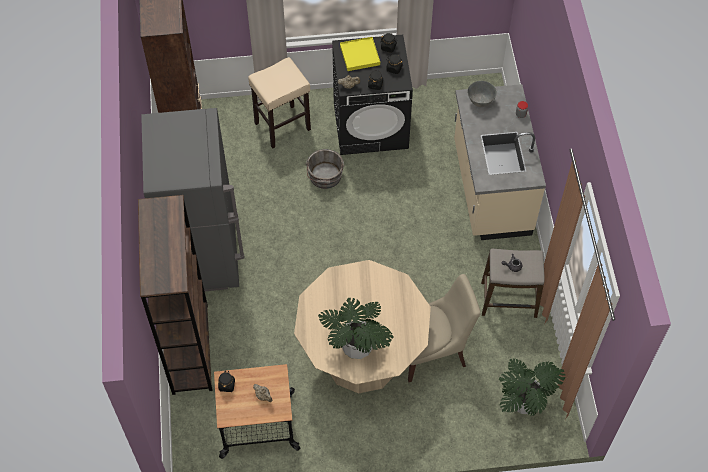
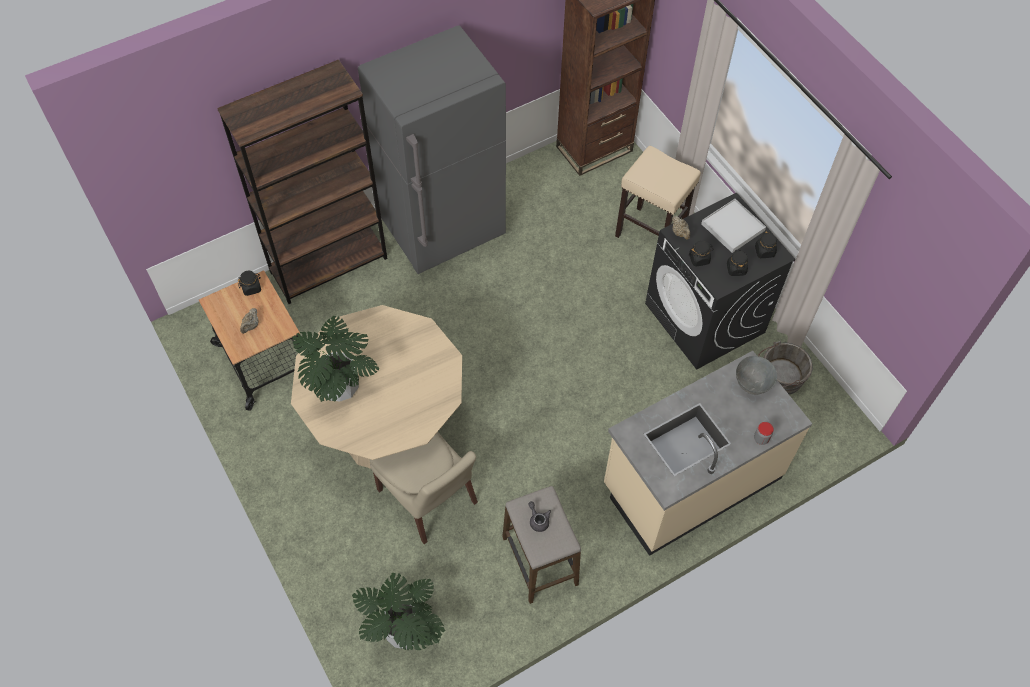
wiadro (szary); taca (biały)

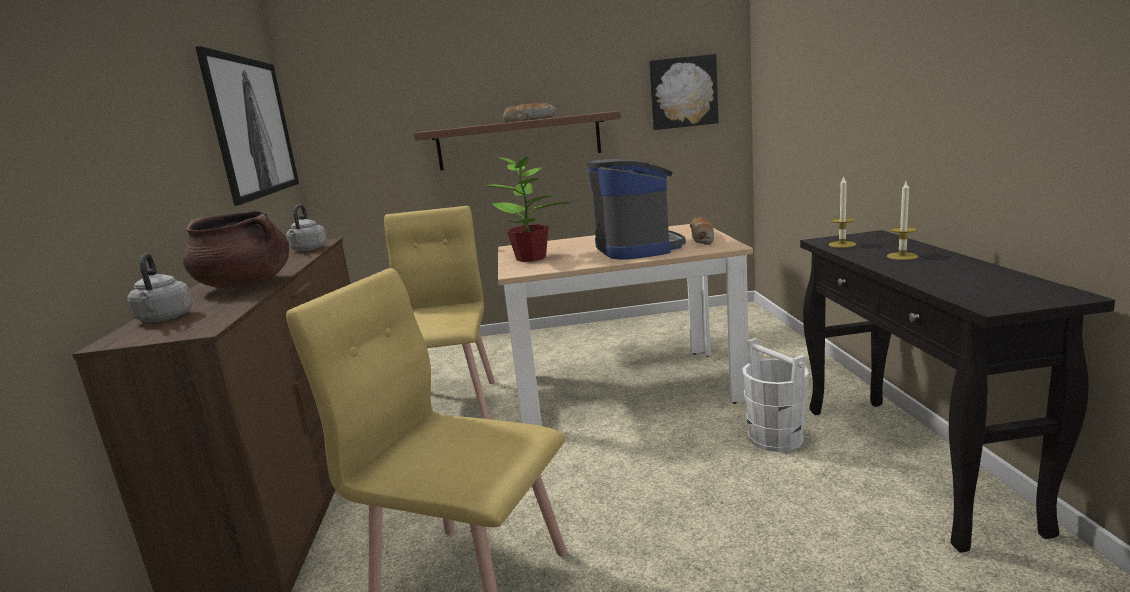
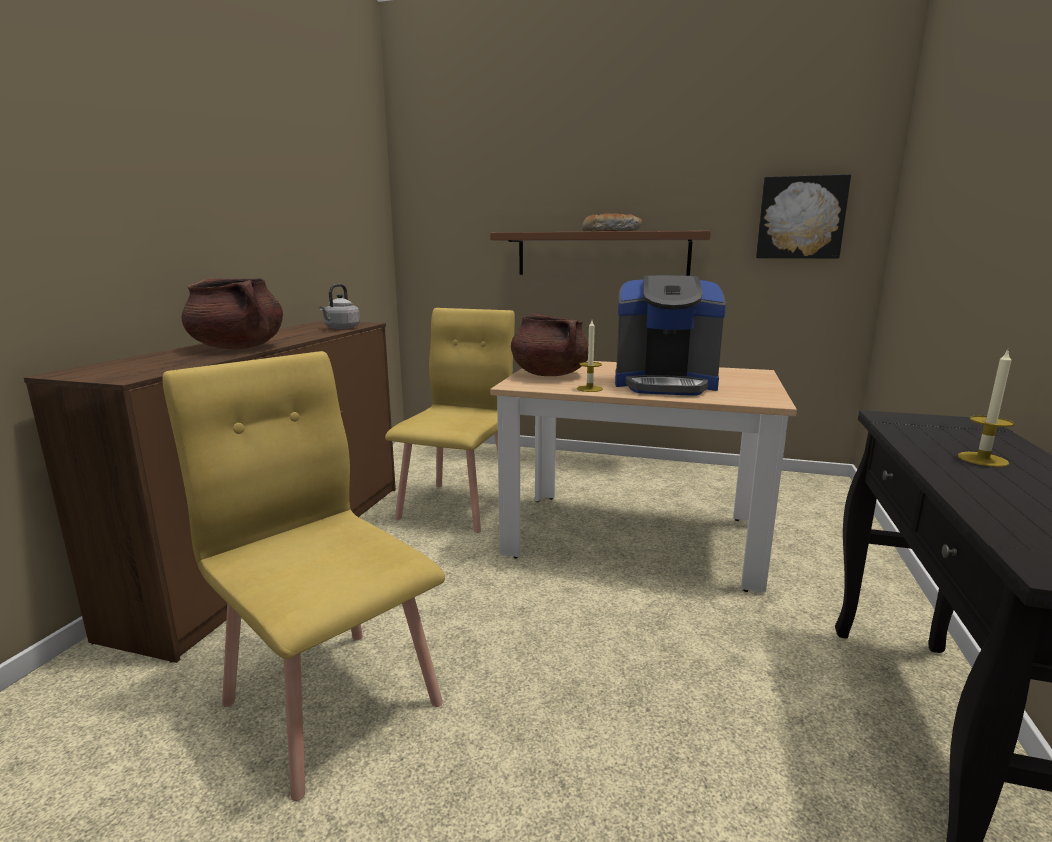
czajnik (szary) (no. 1 from left in the first image); obraz (no. 1 from left in the first image); garnek (brązowy) (no. 2 from left); ekspres do kawy; chleb (no. 2 from left in the first image); wiadro (biały); świeca (no. 1 from left)

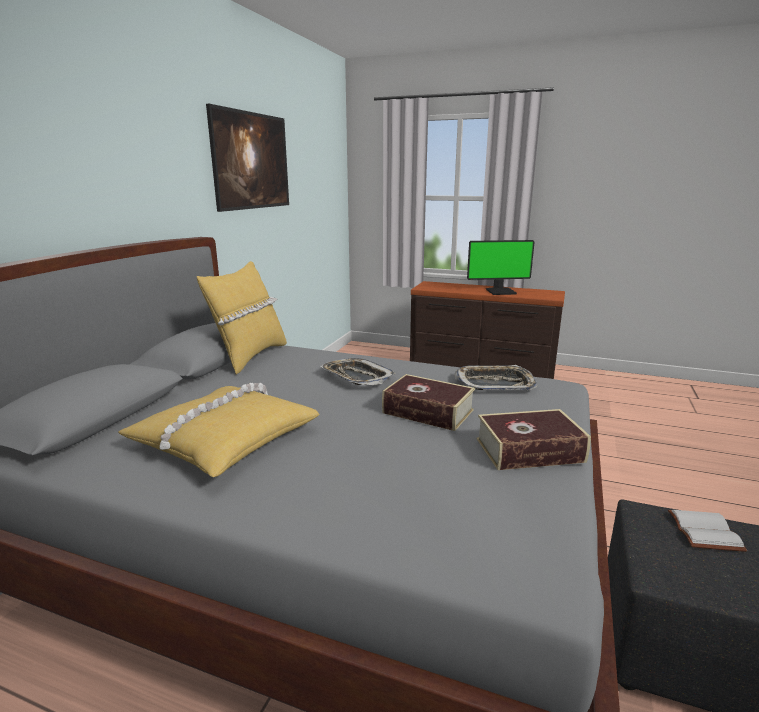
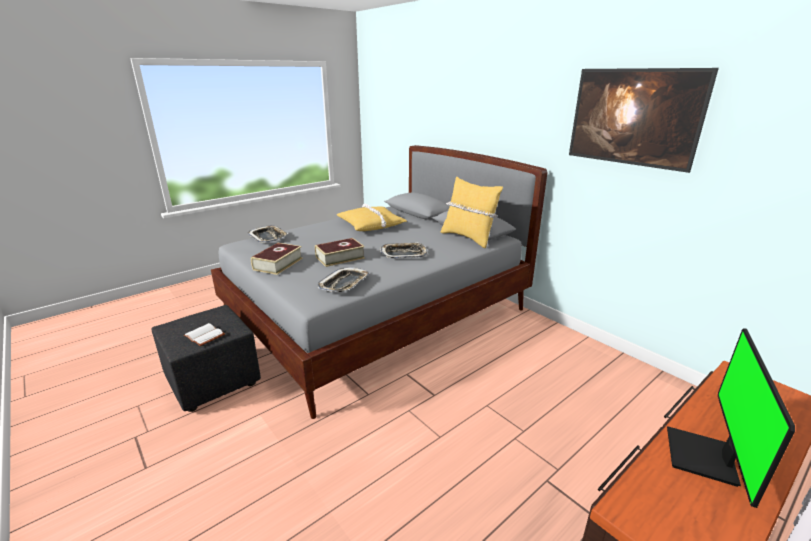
taca (no. 1 from left)

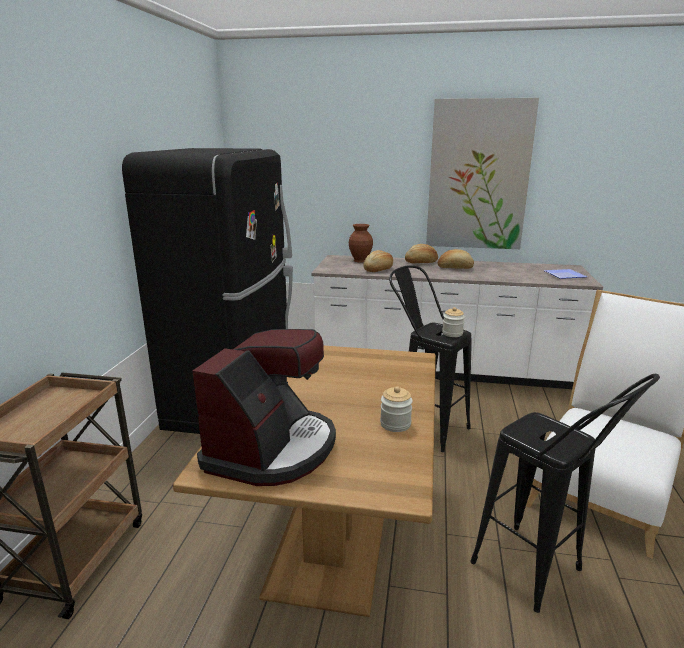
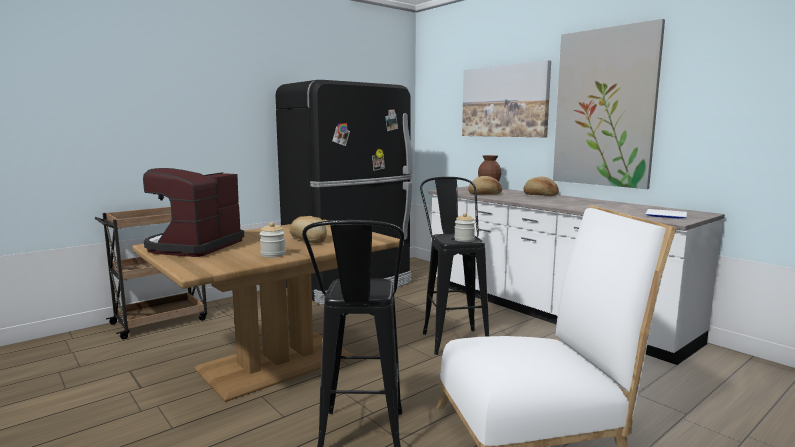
ekspres do kawy; chleb (no. 1 from left); obraz (no. 1 from left)

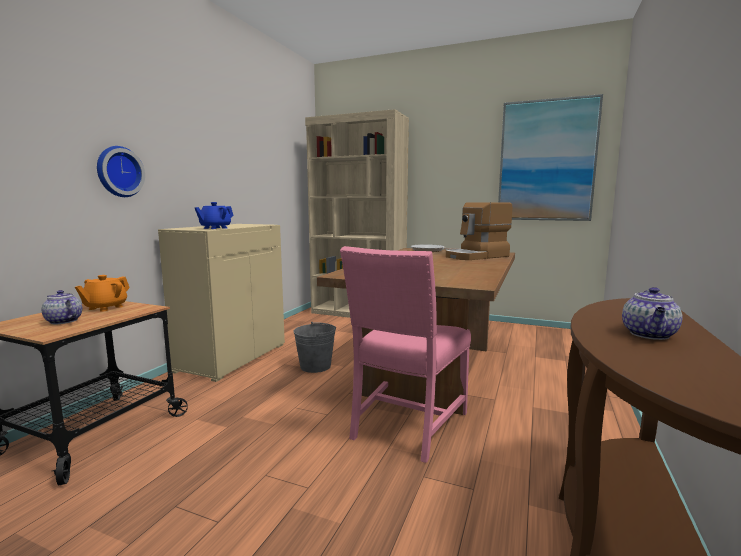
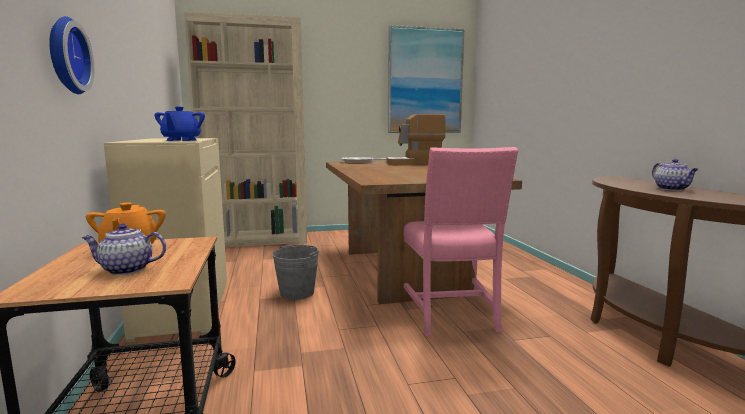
ekspres do kawy

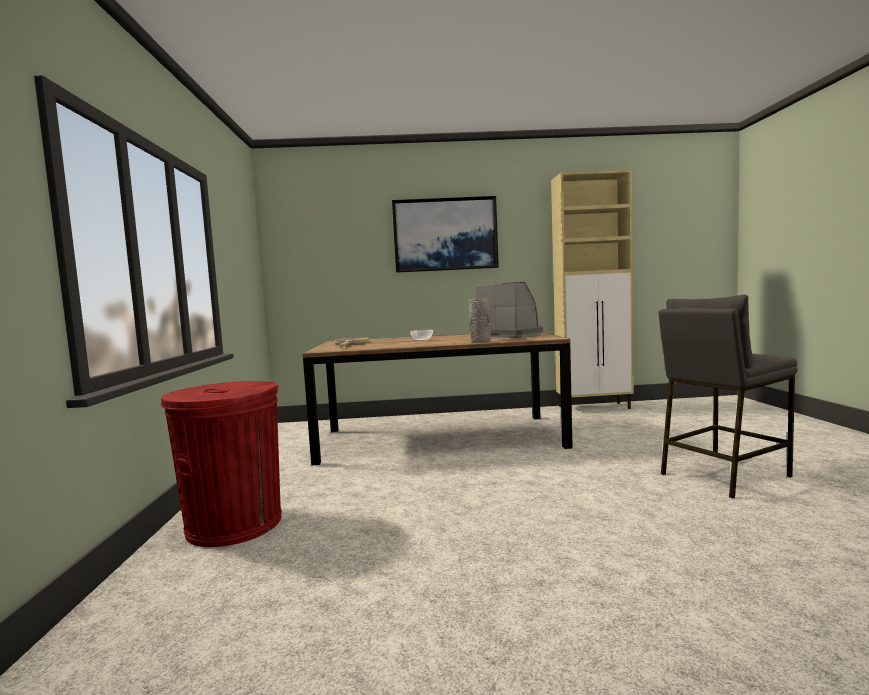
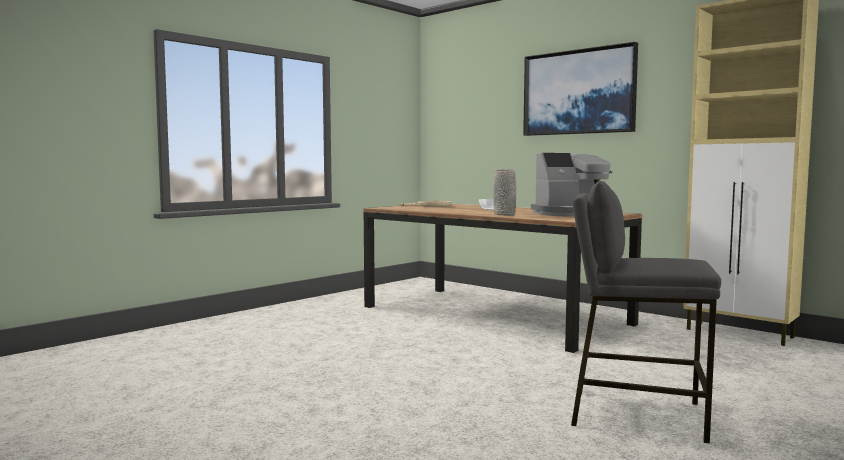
kosz na śmieci (czerwony); ekspres do kawy

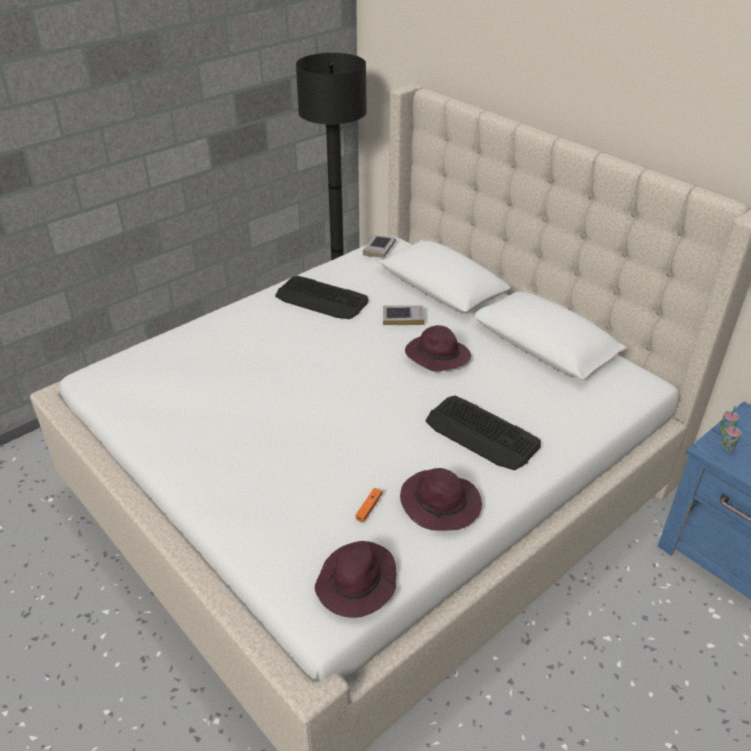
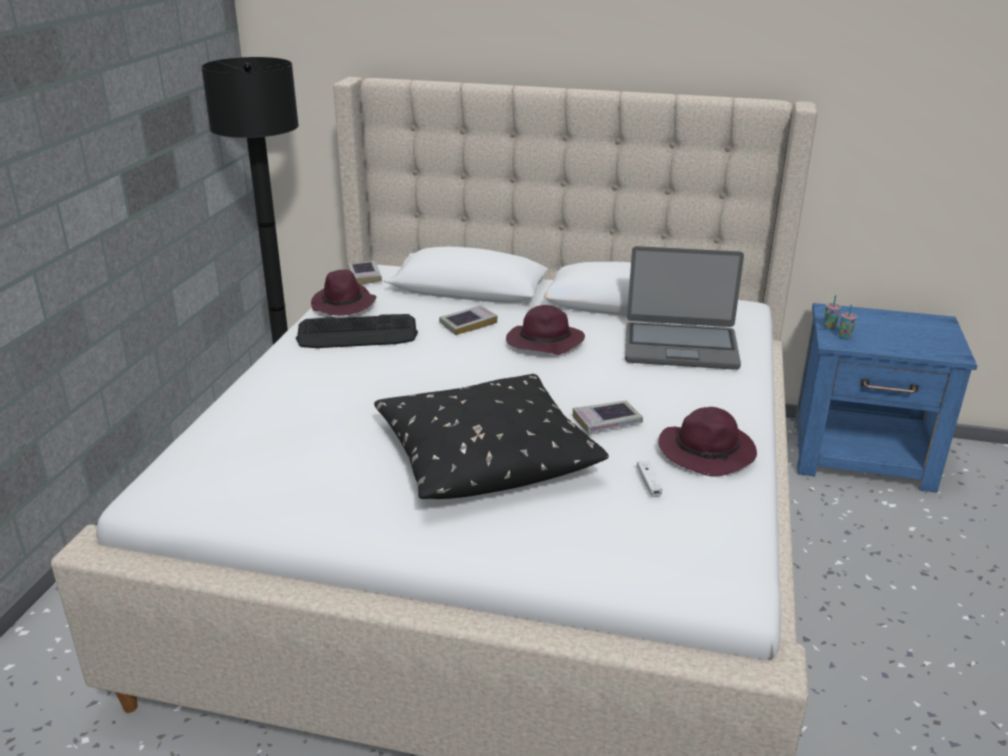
kapelusz (fioletowy) (no. 1 from left); pad do gier (biały); klawiatura (no. 2 from left in the first image); poduszka (czarny); książka (no. 3 from left); laptop

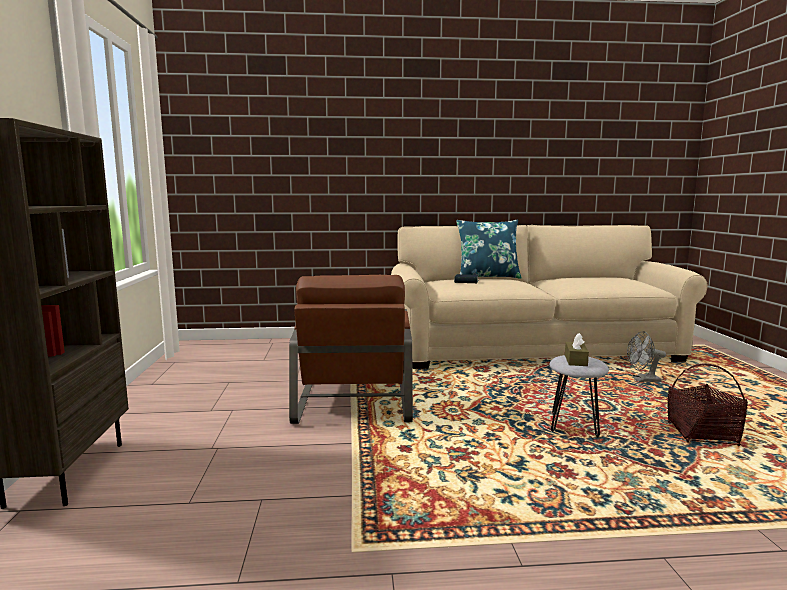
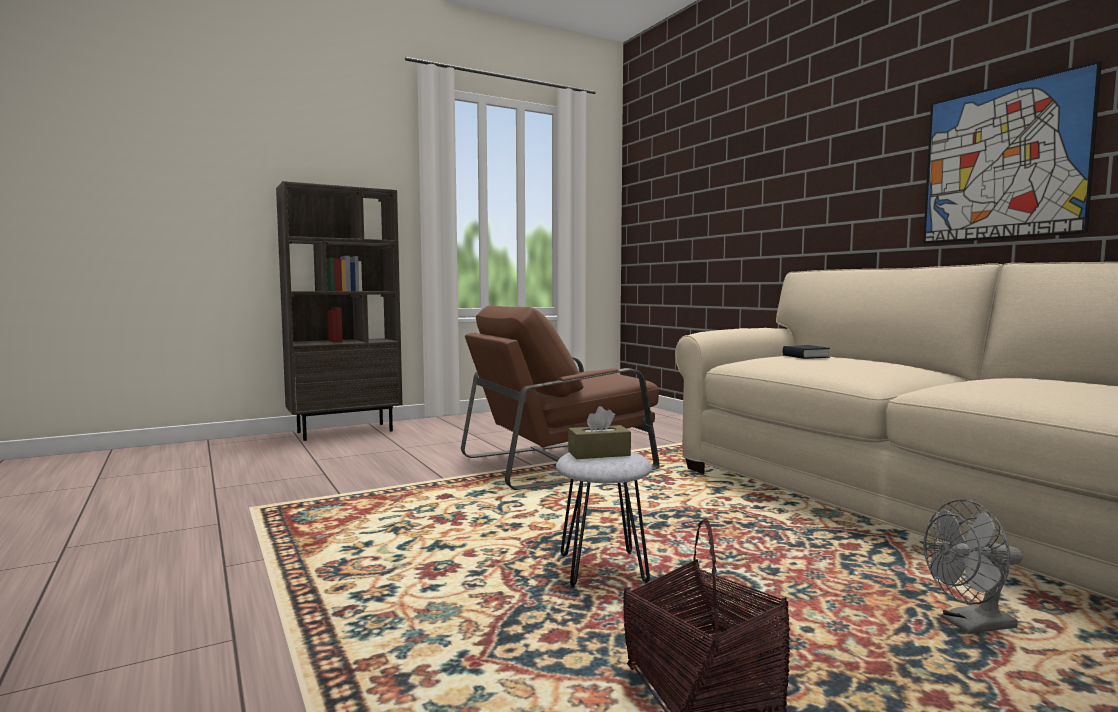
poduszka (niebieski); wentylator (szary); obraz

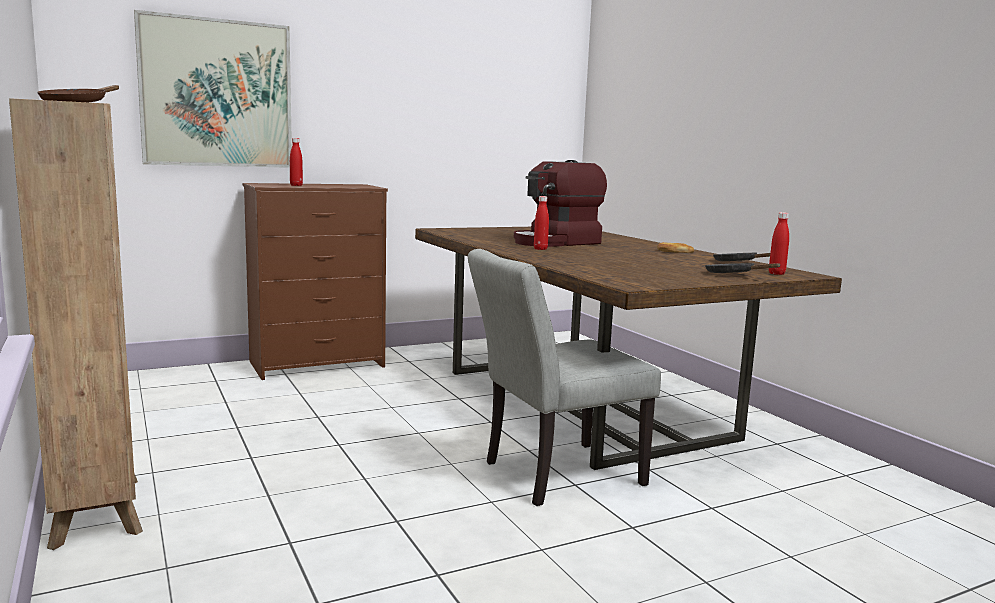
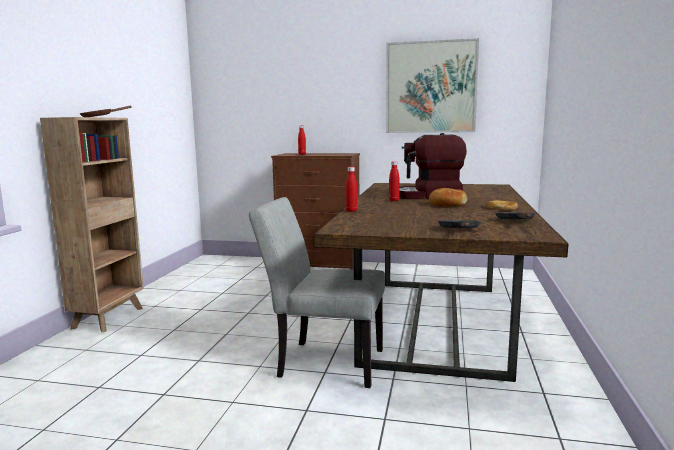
obraz; butelka (czerwony) (no. 2 from left); chleb (no. 1 from left)

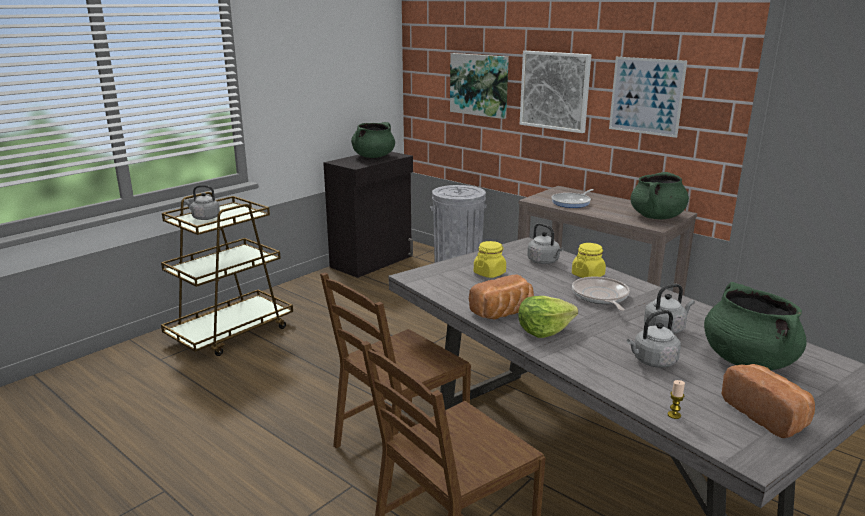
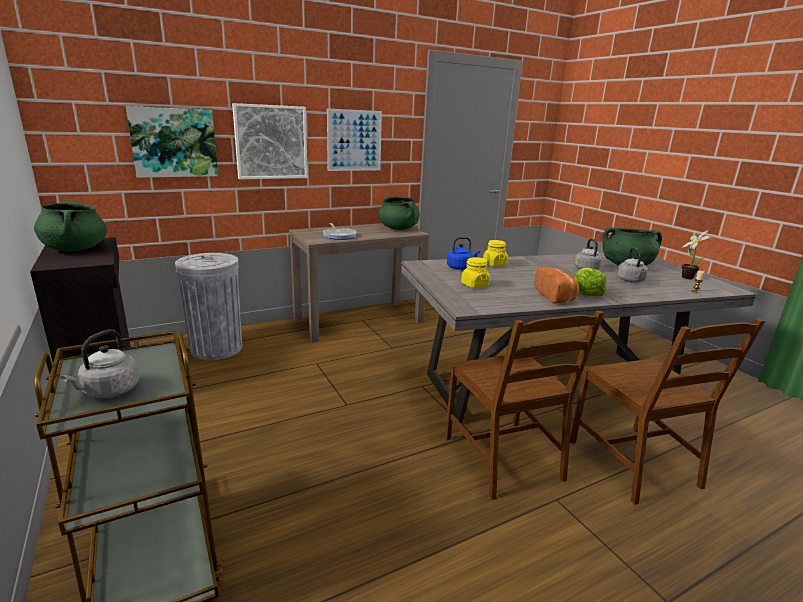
czajnik (niebieski); patelnia (no. 2 from left in the first image); roślina doniczkowa

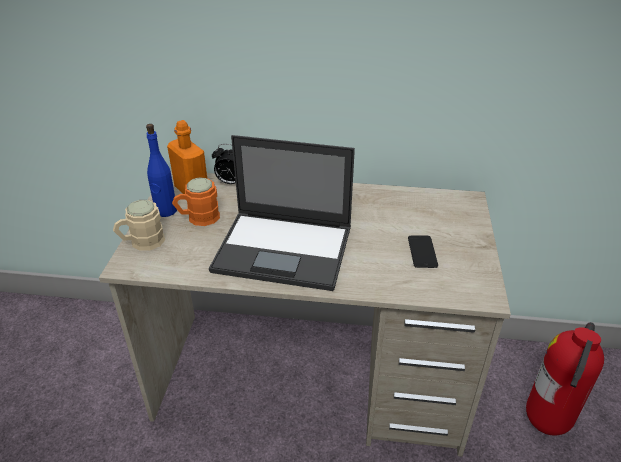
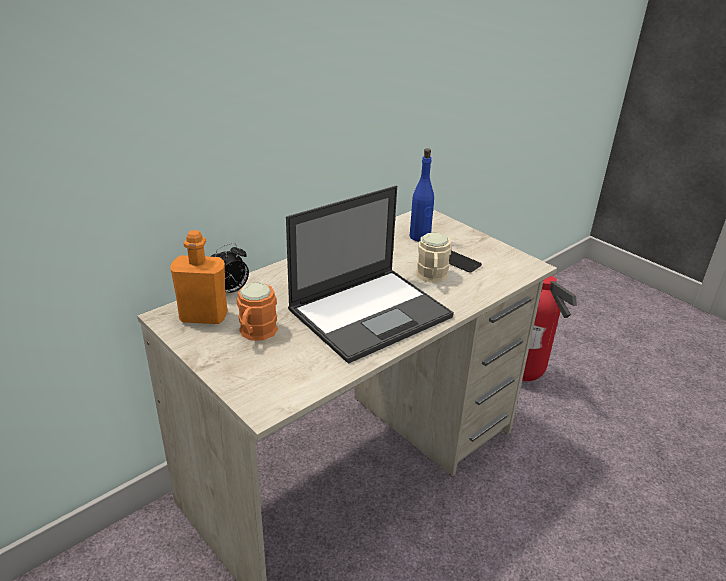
kubek (beżowy); butelka (niebieski)

